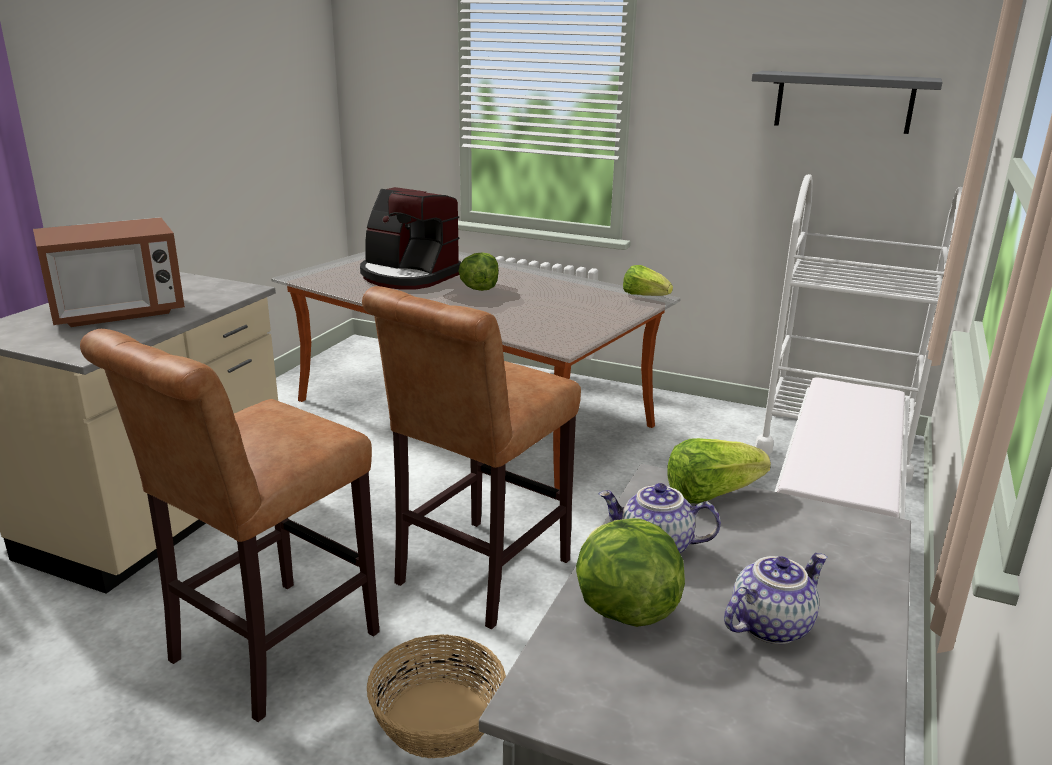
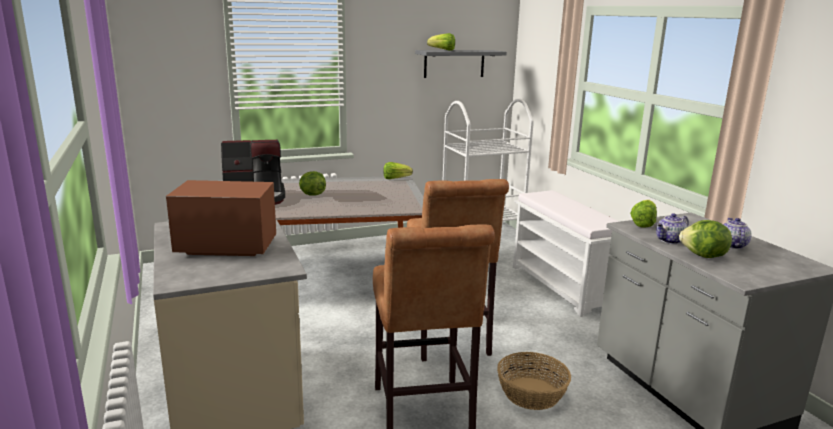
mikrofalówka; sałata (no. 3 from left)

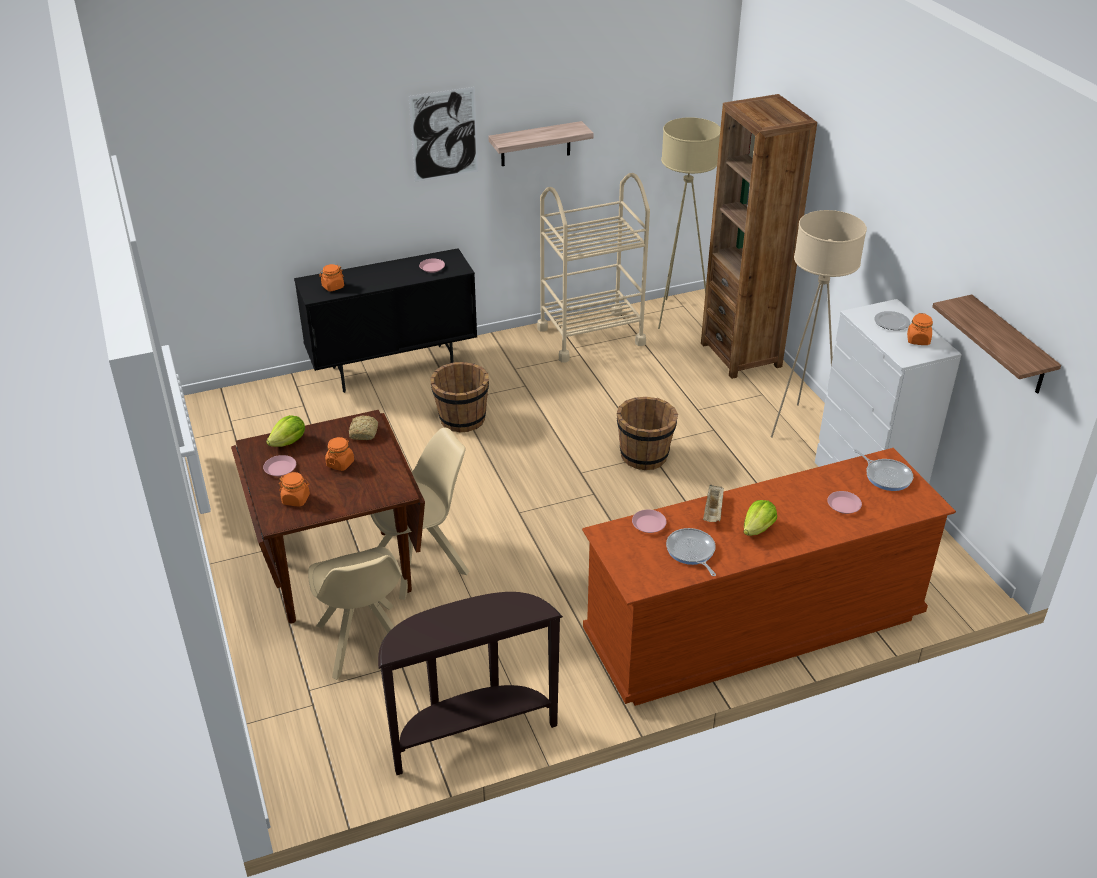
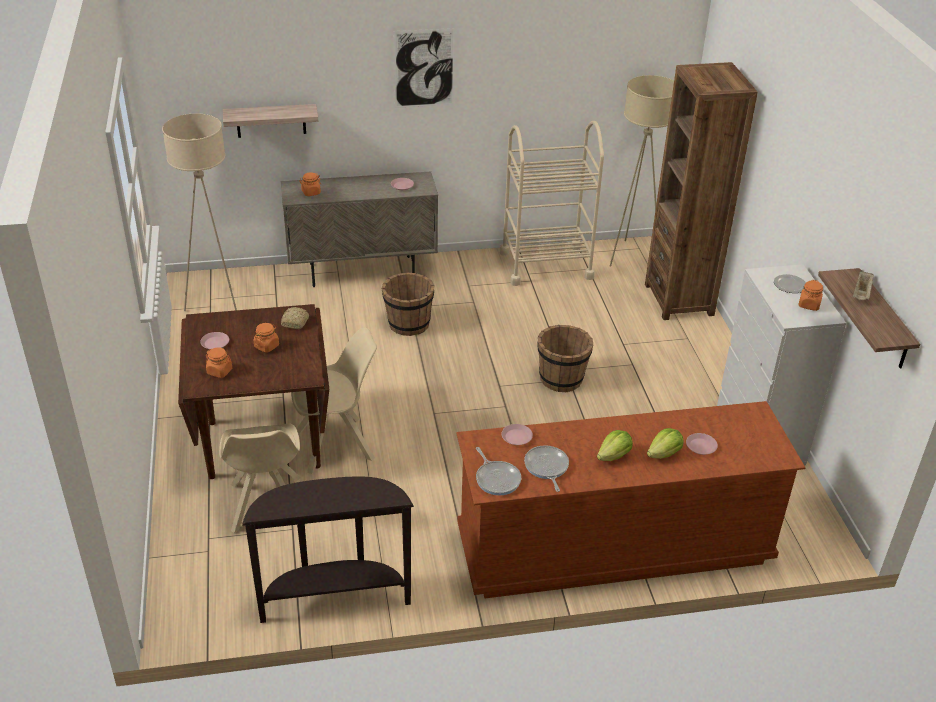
sałata (no. 2 from left); szafka (beżowy); półka (no. 1 from left); taca (beżowy); lampa stojąca (beżowy) (no. 1 from left); patelnia (no. 1 from left)

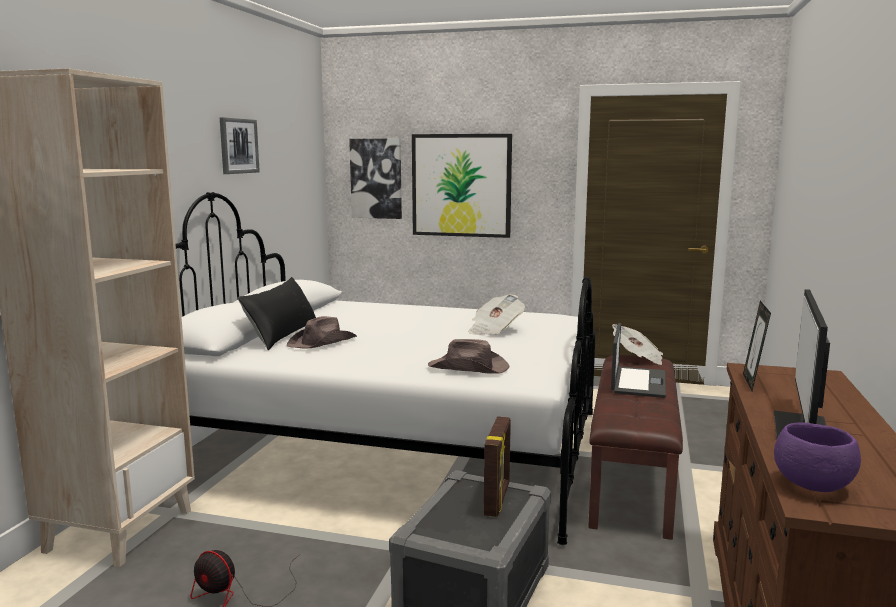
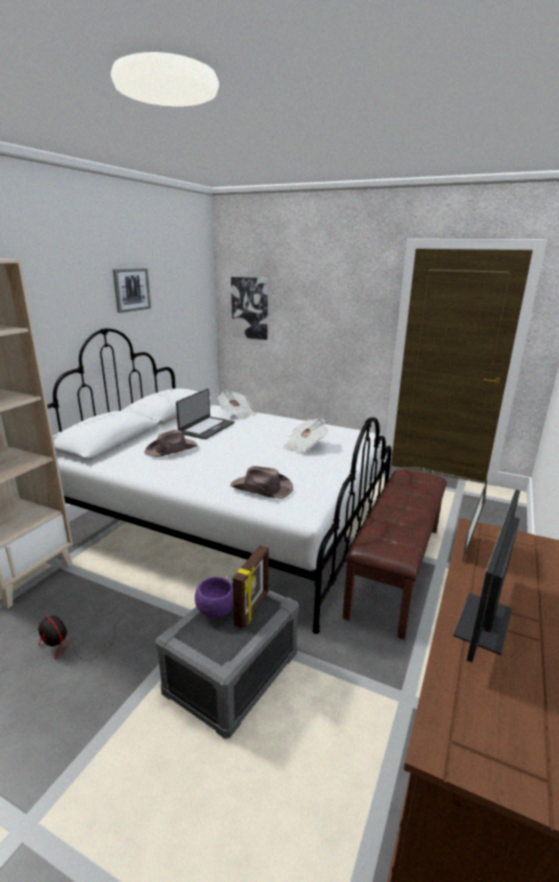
poduszka (czarny); obraz (no. 3 from left in the first image); laptop; gazeta (no. 1 from left); miska (fioletowy)

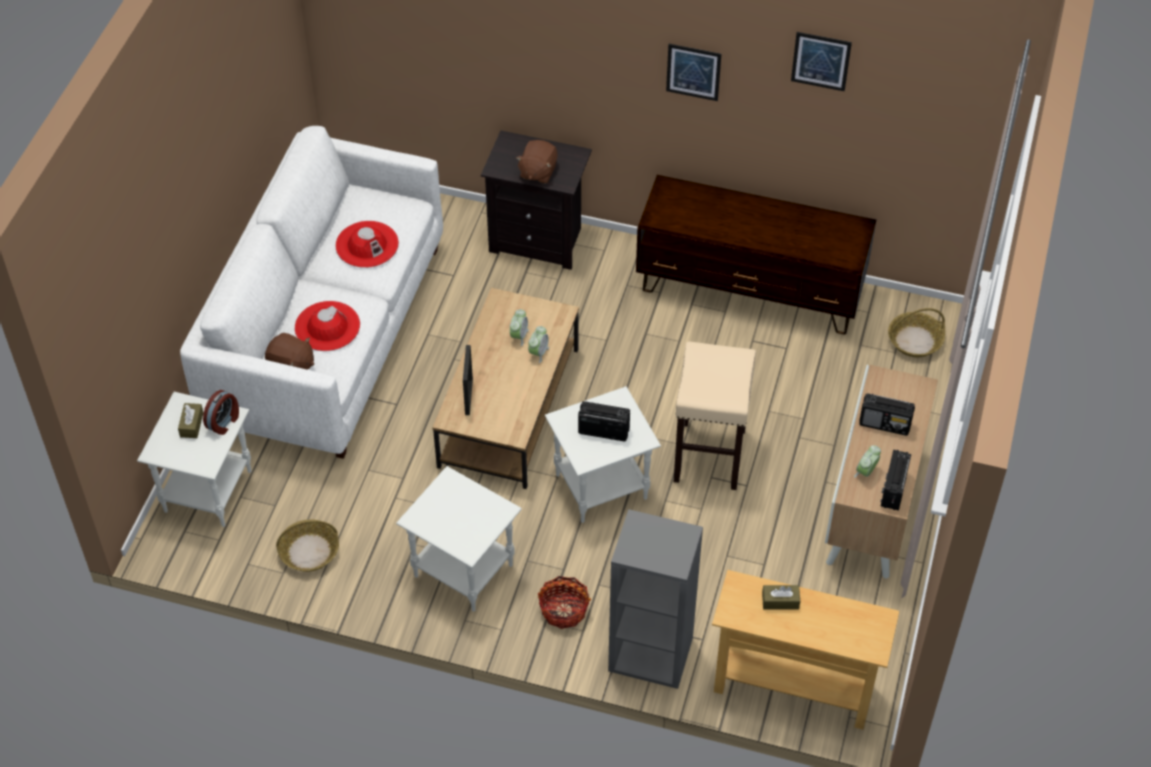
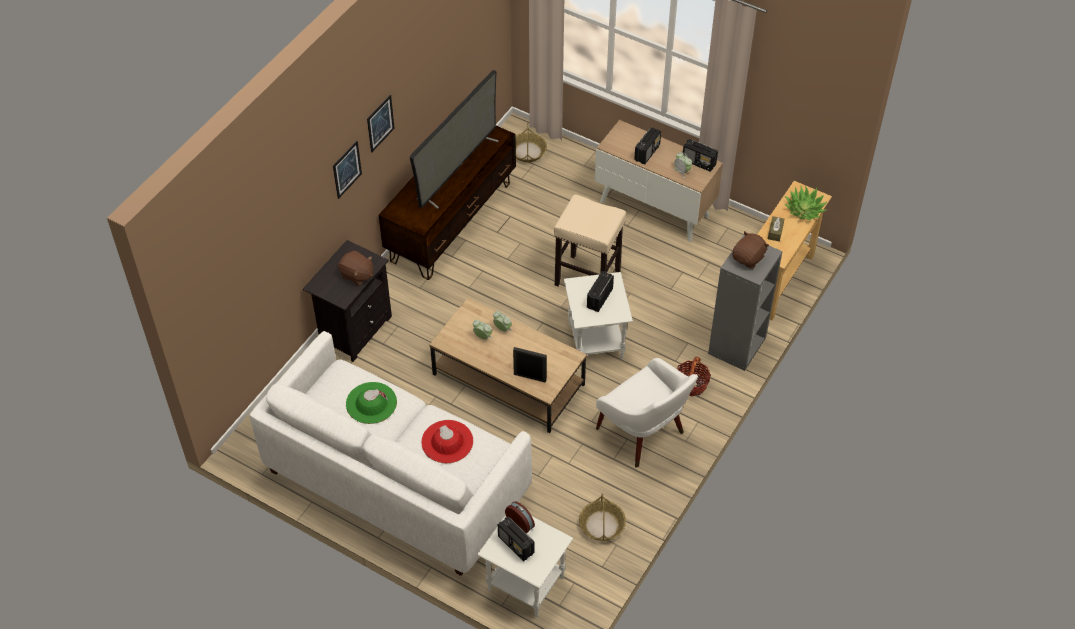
radio (no. 1 from left); pluszak (brązowy) (no. 2 from left); kapelusz (zielony); fotel (biały); obraz (no. 1 from left); telewizor; roślina doniczkowa

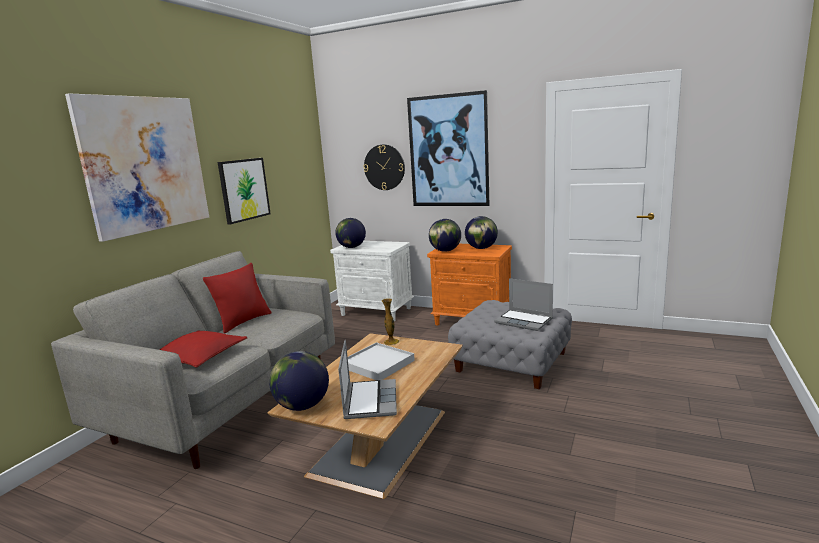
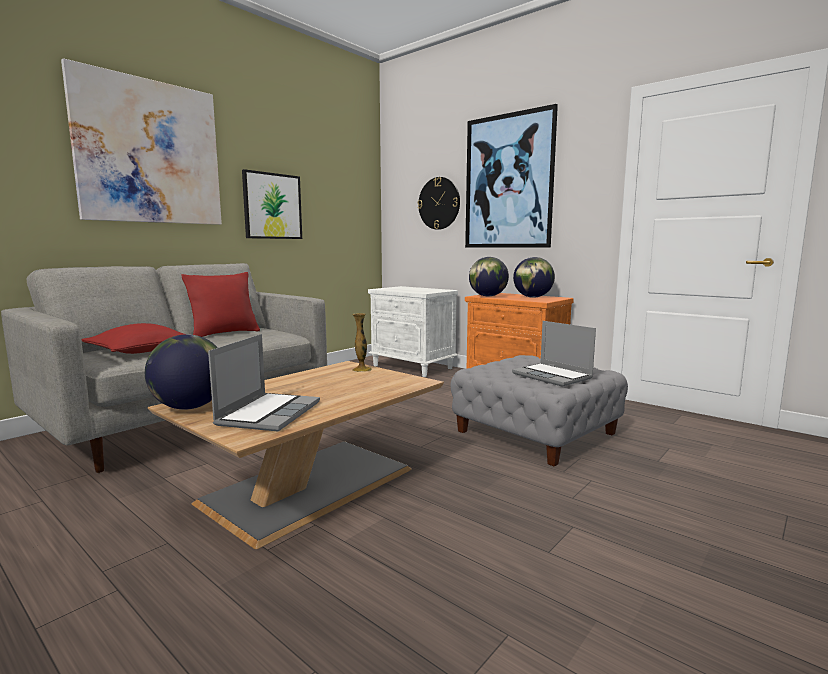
globus (no. 2 from left in the first image); taca (biały)

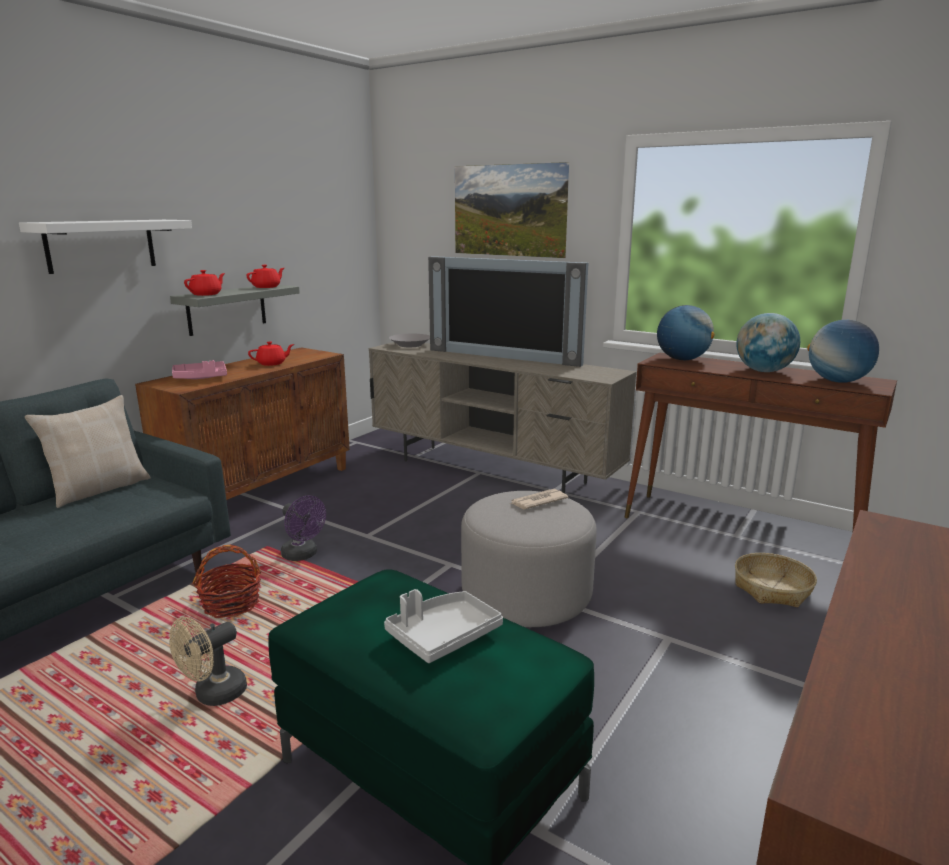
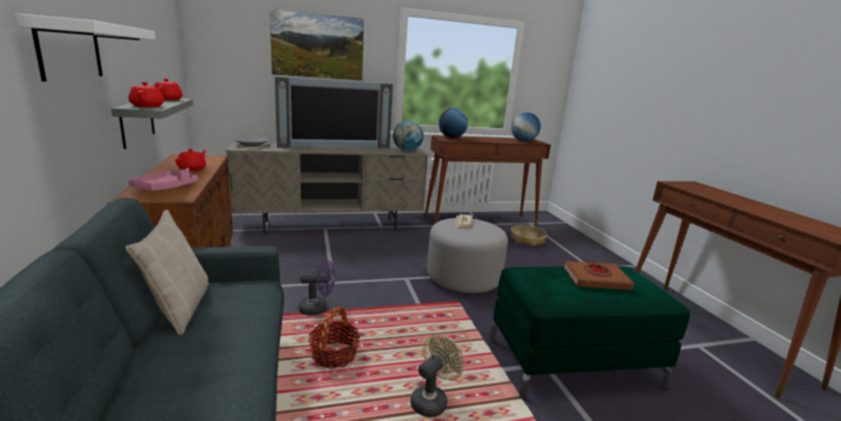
wentylator (beżowy); książka (brązowy); globus (no. 1 from left)

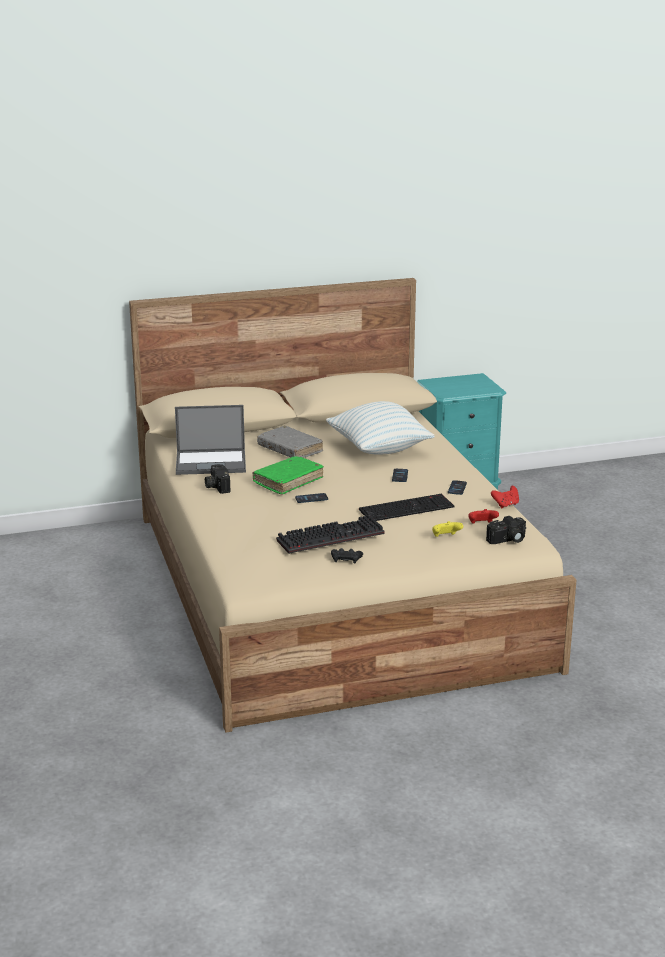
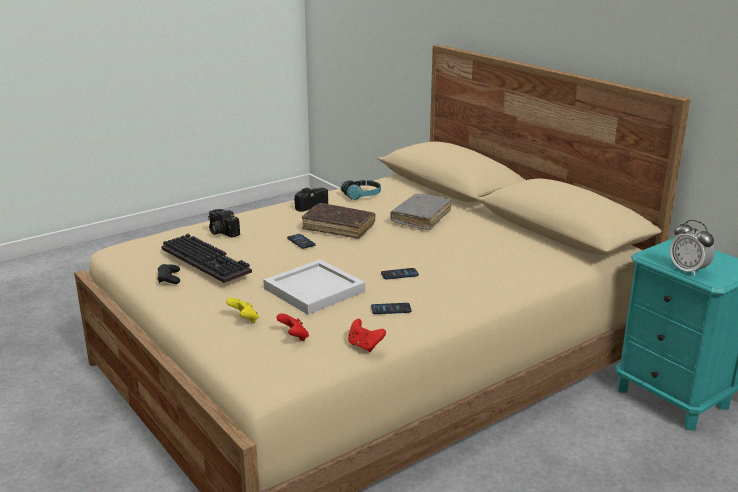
słuchawki; książka (brązowy); poduszka; taca (biały); aparat fotograficzny (no. 1 from left); budzik

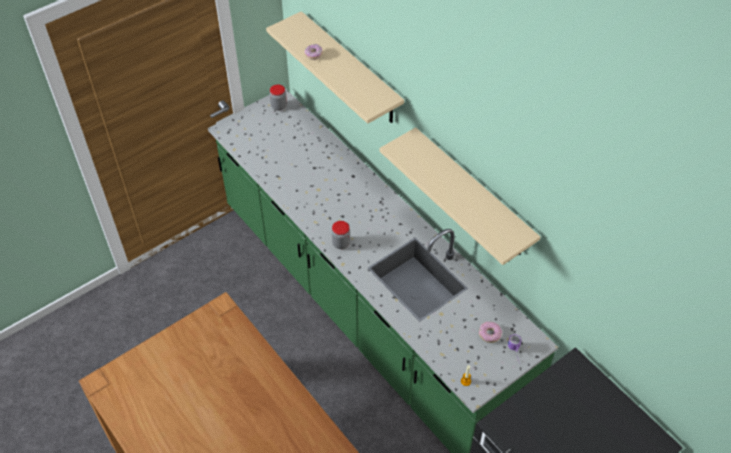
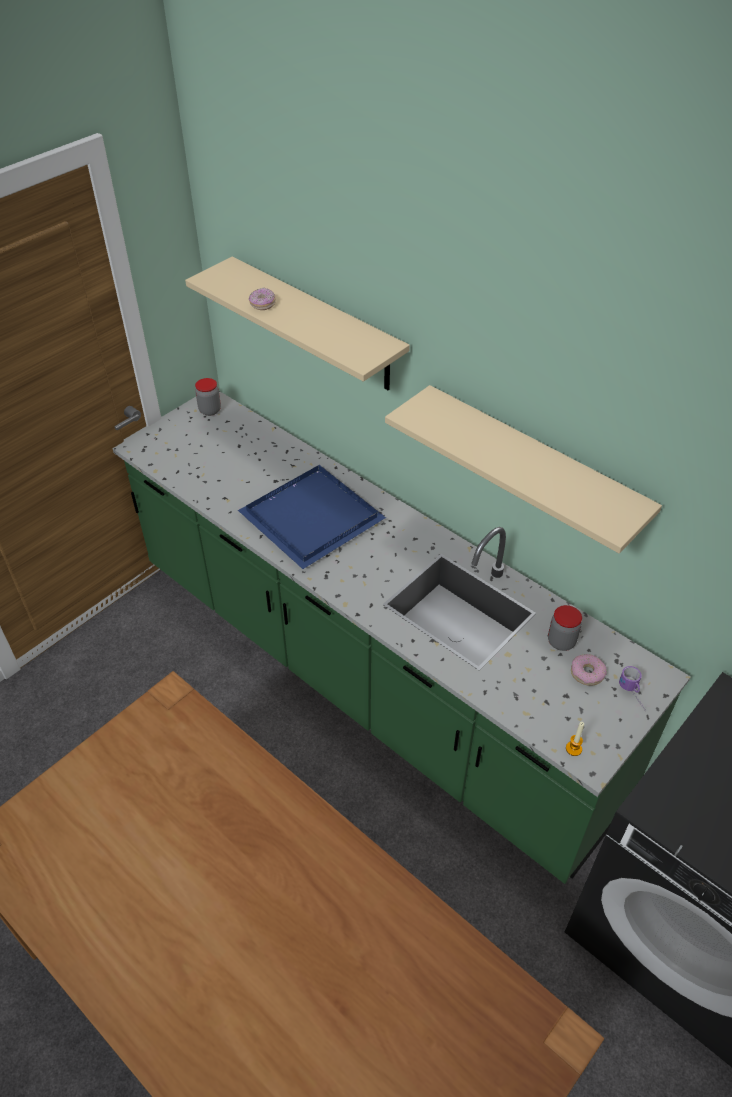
słoik (no. 2 from left); taca (niebieski)

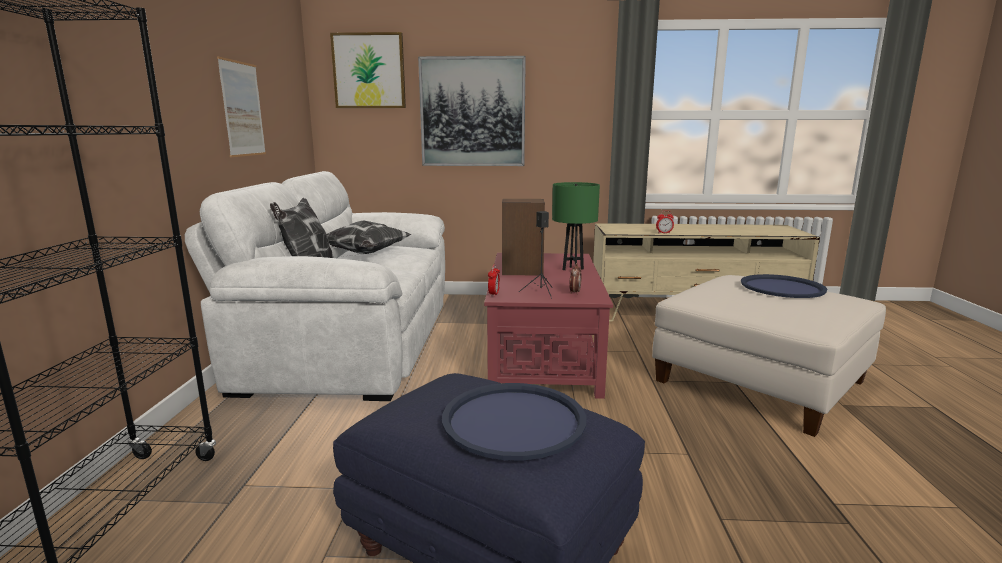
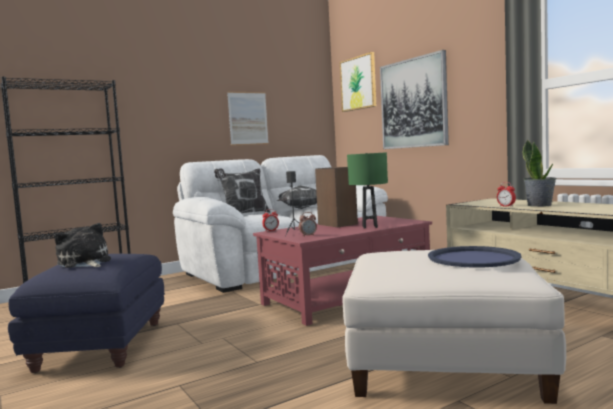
pluszak; roślina doniczkowa

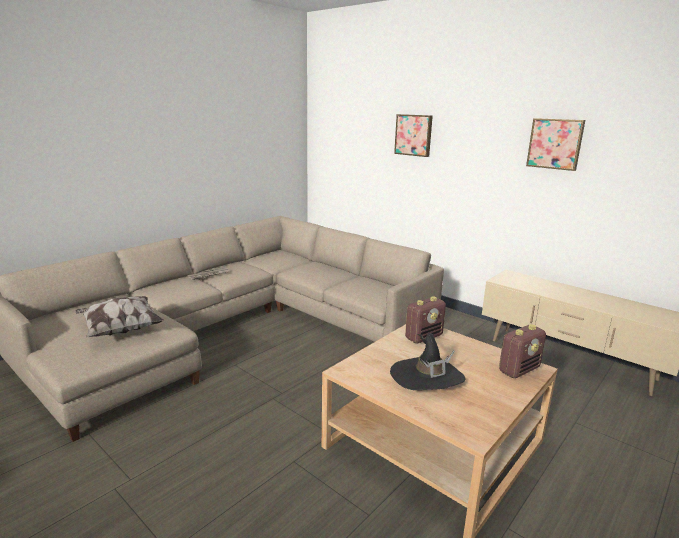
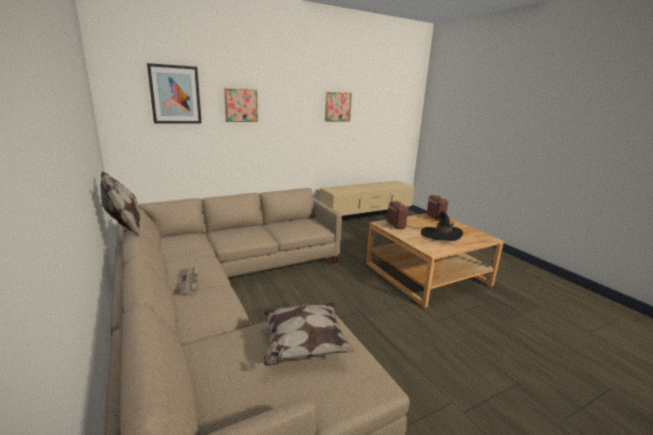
poduszka (no. 1 from left); obraz (no. 1 from left)

